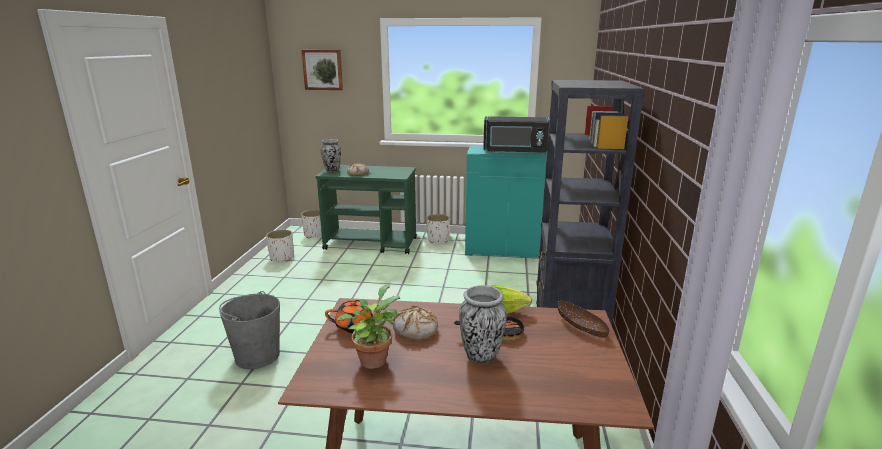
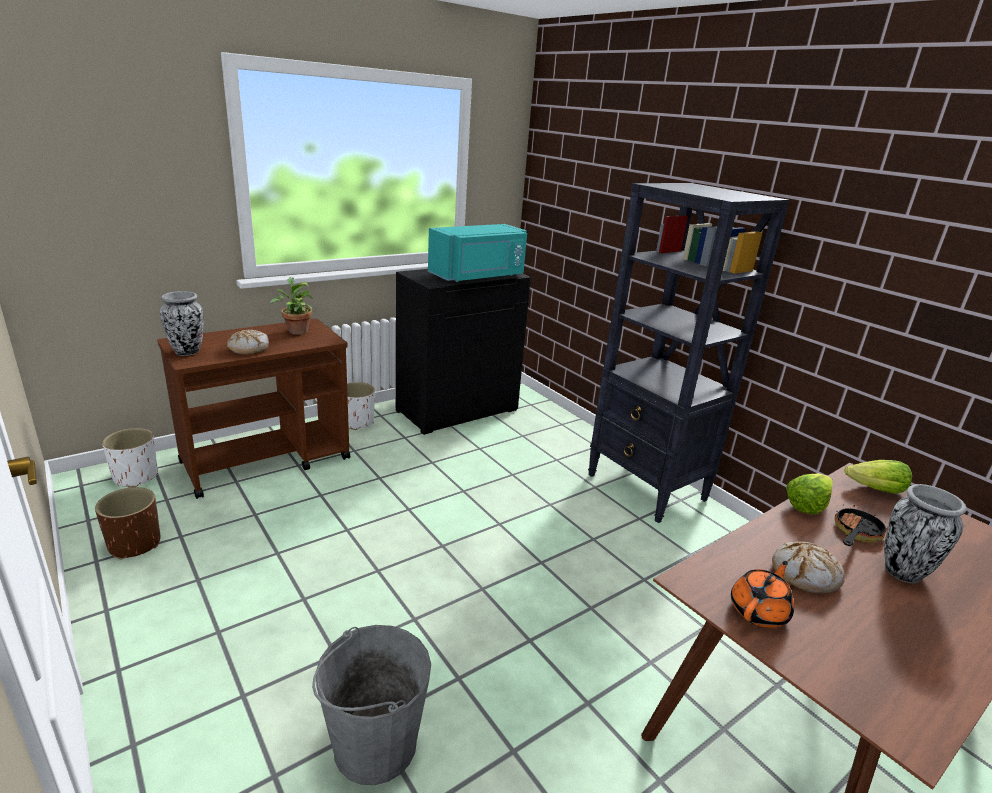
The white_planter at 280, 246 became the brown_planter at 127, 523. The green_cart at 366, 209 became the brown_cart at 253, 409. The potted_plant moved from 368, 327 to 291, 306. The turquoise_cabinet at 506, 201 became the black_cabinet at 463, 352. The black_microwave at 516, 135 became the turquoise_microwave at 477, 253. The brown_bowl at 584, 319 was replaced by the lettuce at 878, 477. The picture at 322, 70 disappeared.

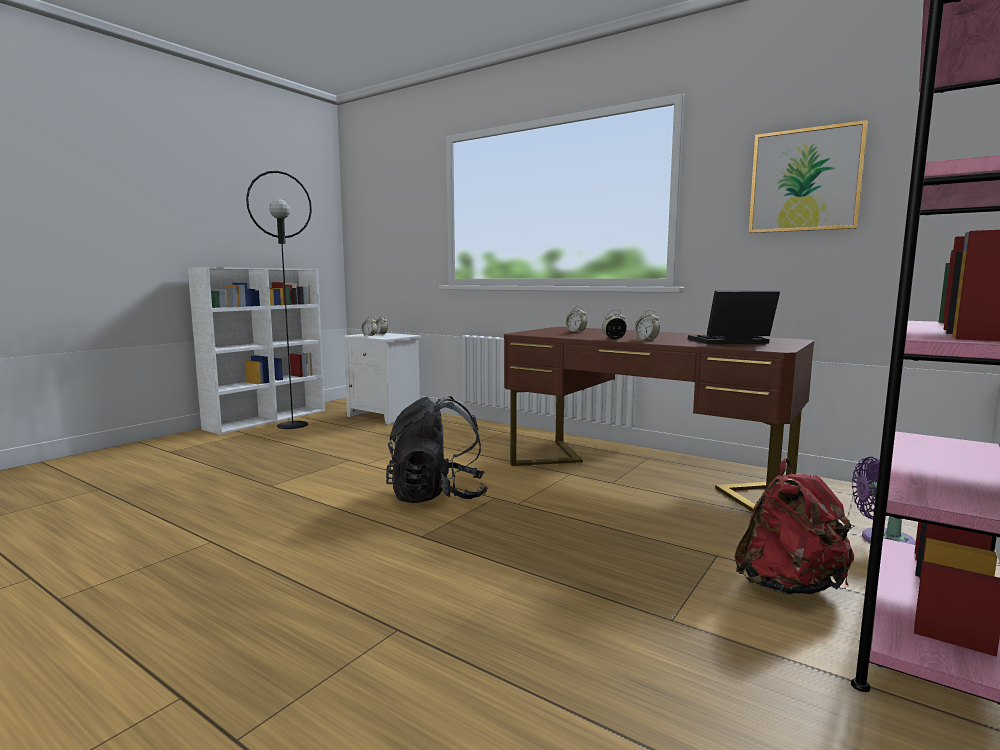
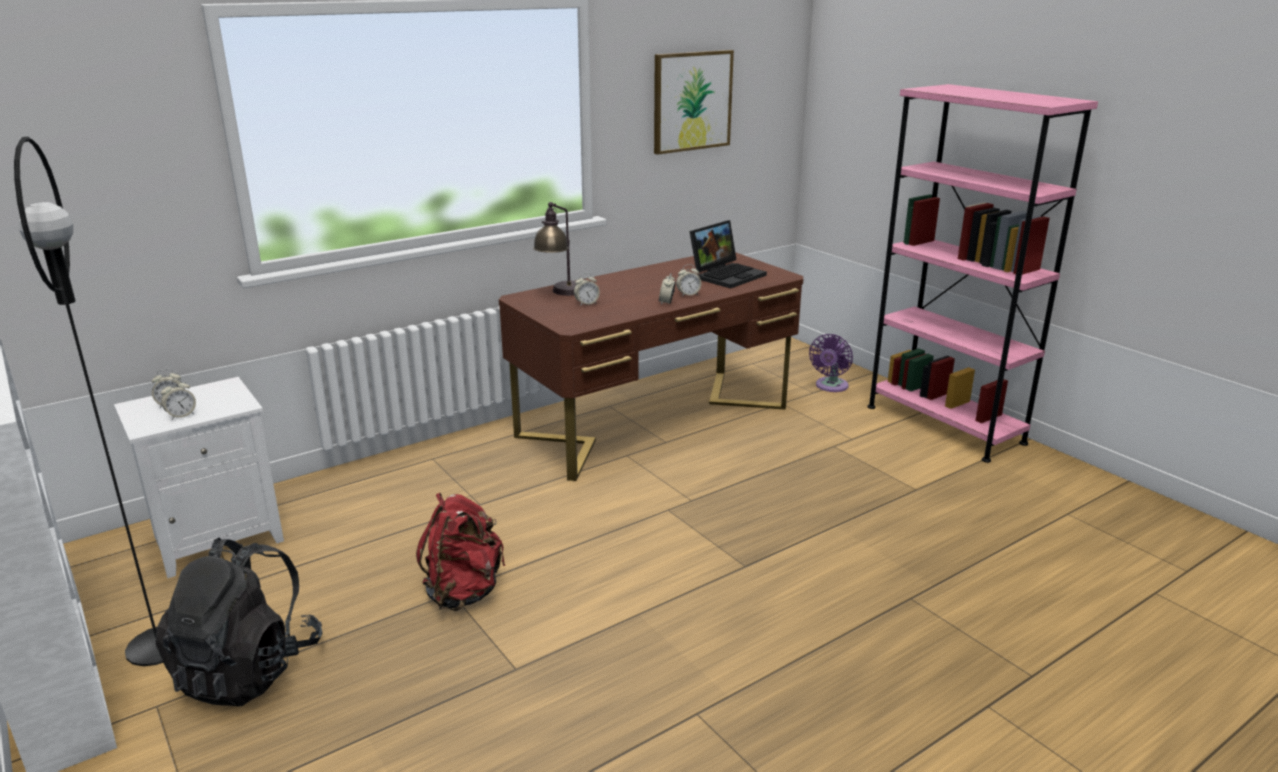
The black_backpack moved from 437, 449 to 238, 622. The red_backpack moved from 794, 526 to 460, 552. The table_lamp at 554, 249 appeared. The laptop at 734, 317 turned 150 degrees counterclockwise.

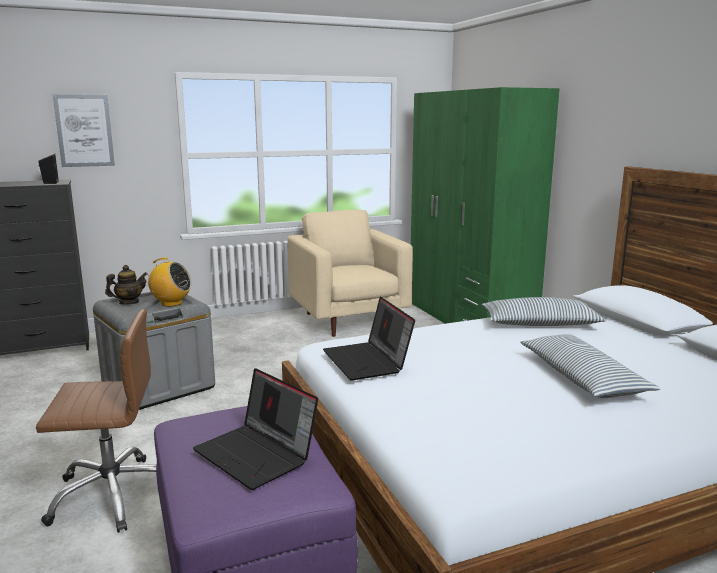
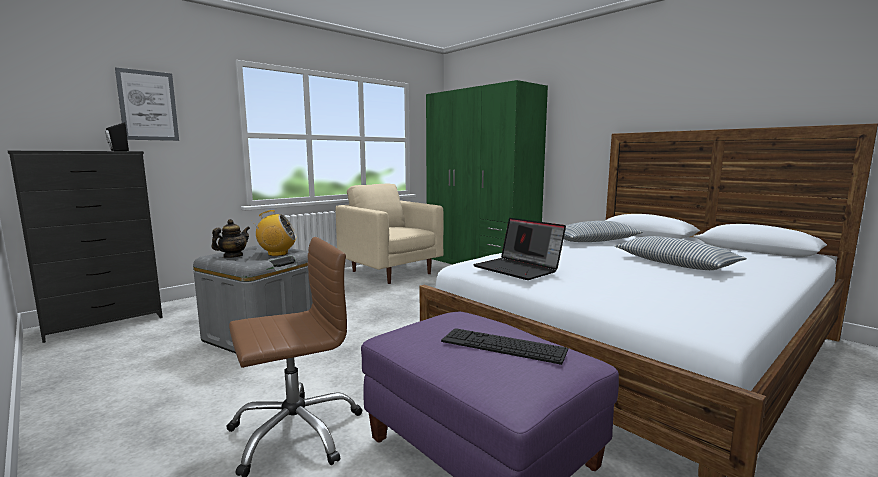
The laptop at 255, 429 was replaced by the keyboard at 504, 346.

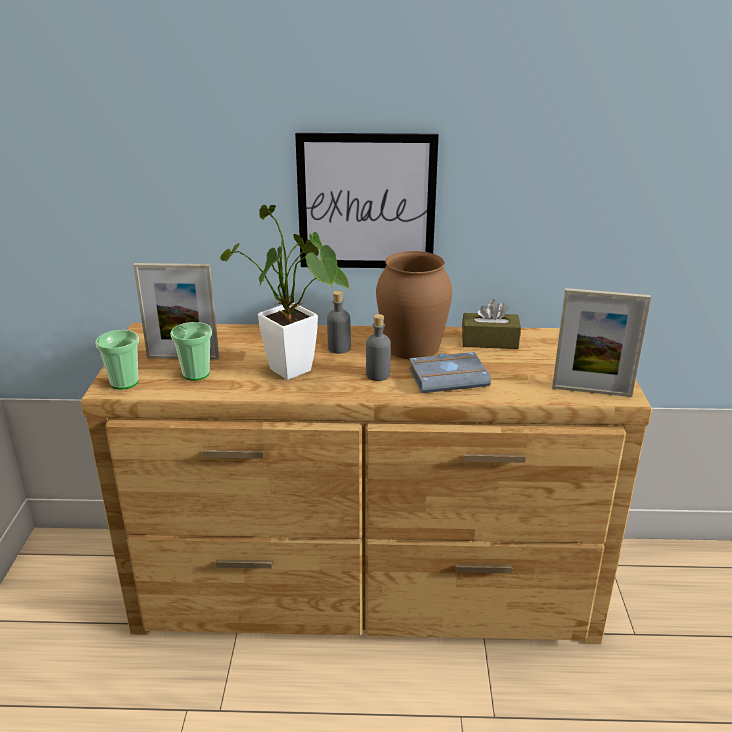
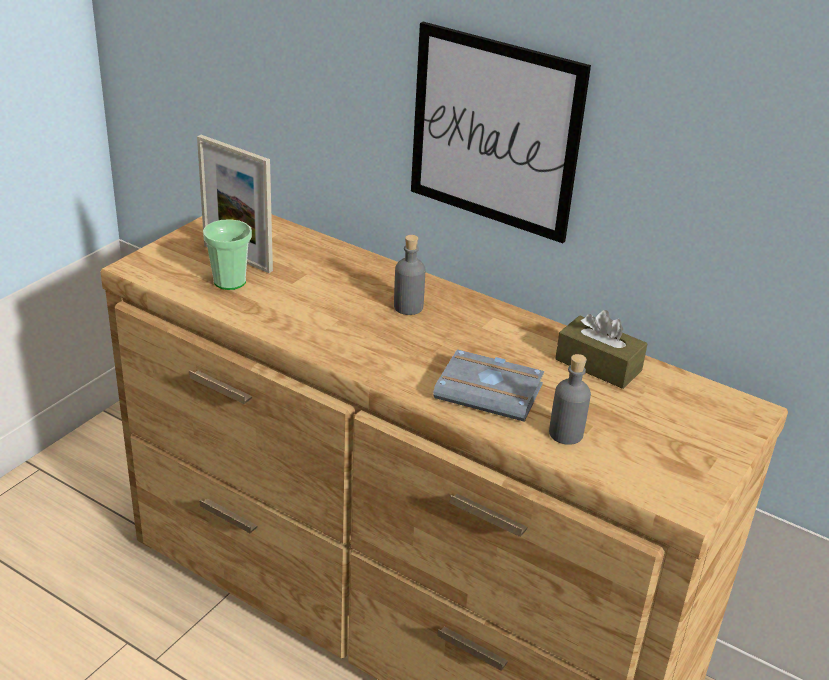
The grey_bottle moved from 378, 347 to 570, 399. The cup at 117, 359 disappeared. The potted_plant at 285, 292 disappeared. The brown_vase at 414, 305 disappeared. The picture_frame at 601, 342 disappeared.

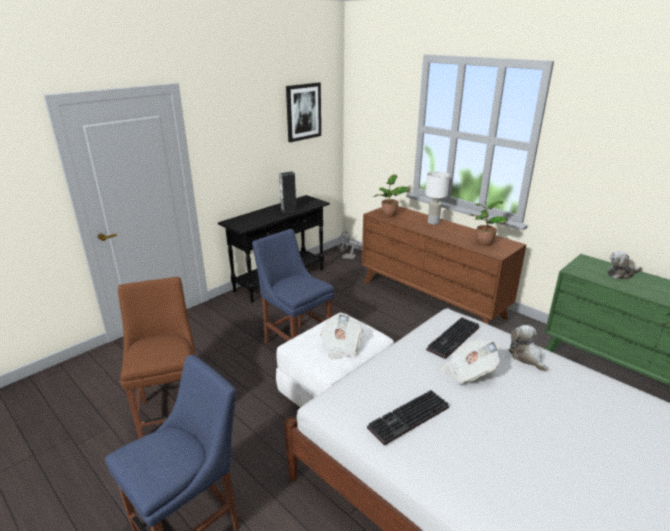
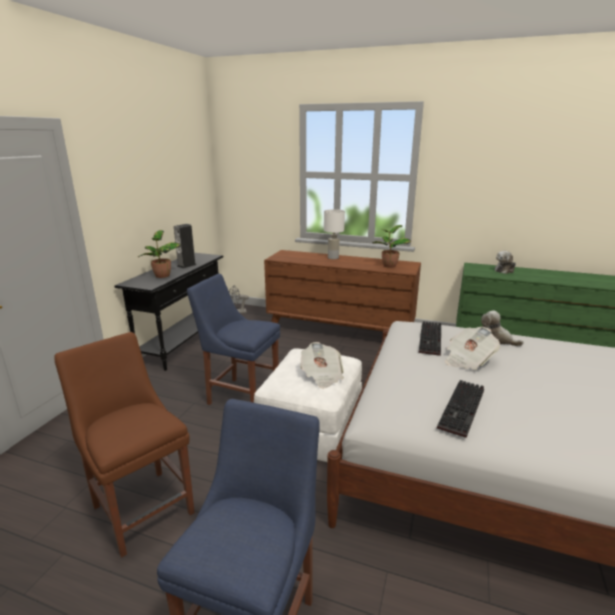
The potted_plant moved from 390, 195 to 159, 254. The picture at 303, 112 disappeared.

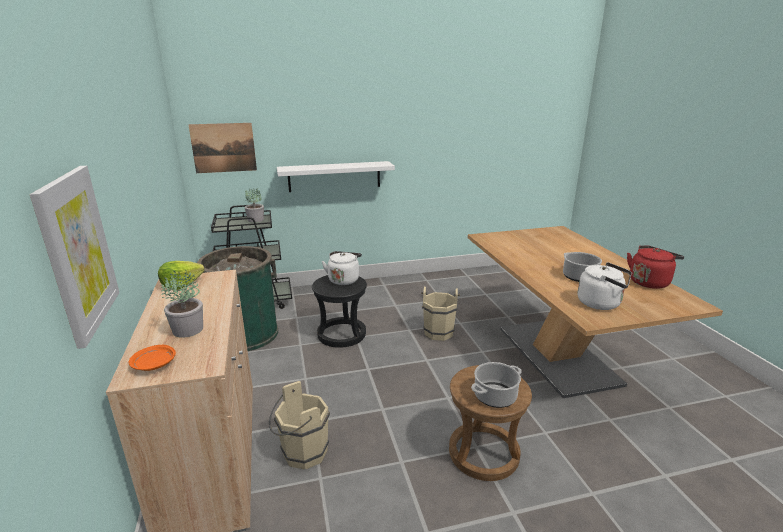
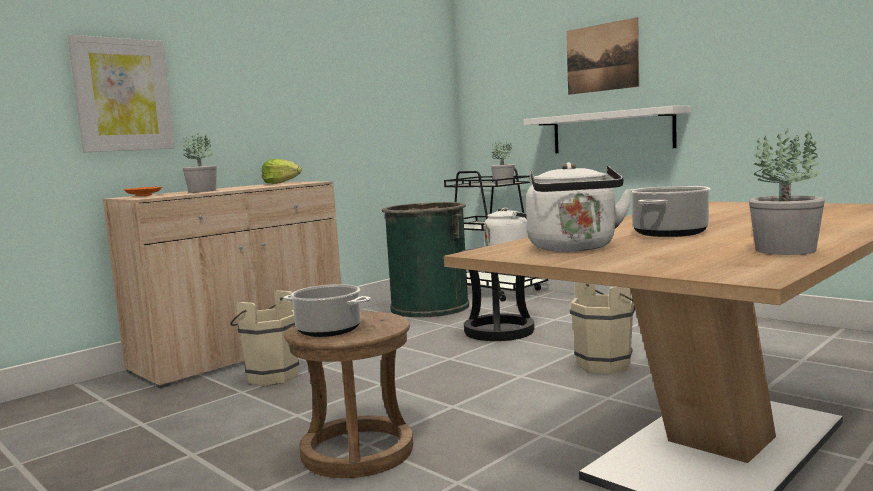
The picture moved from 222, 148 to 602, 56. The red_kettle at 655, 267 was replaced by the potted_plant at 787, 191.

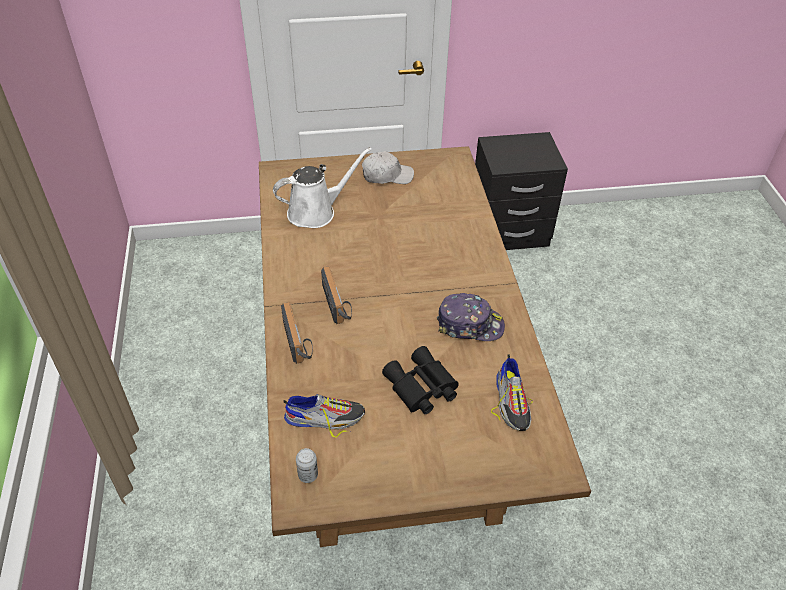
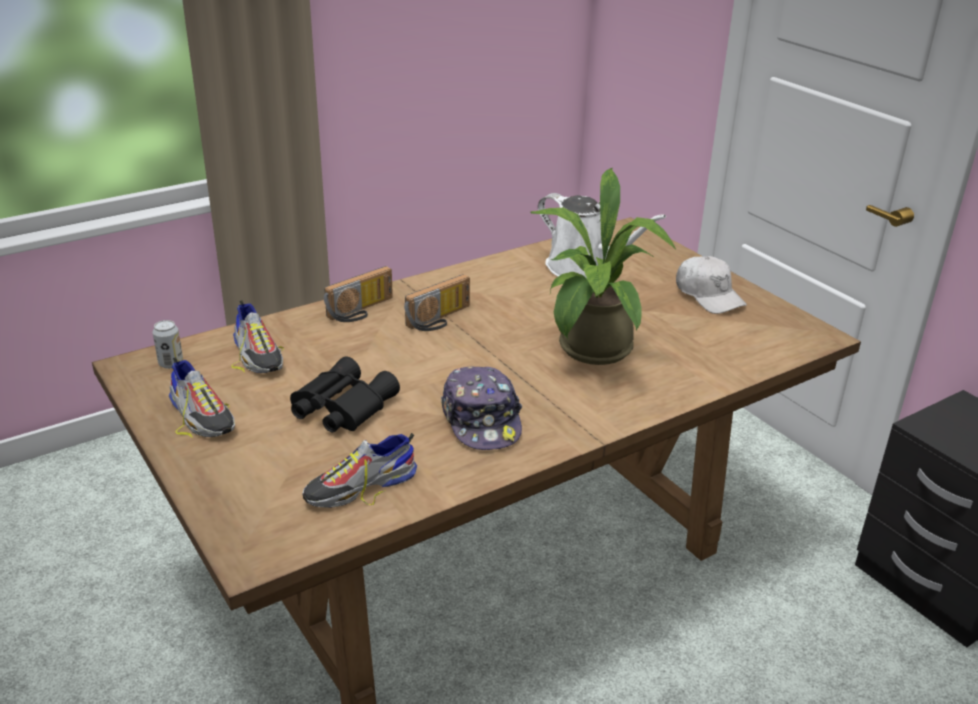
The shoe at 202, 397 appeared. The potted_plant at 603, 266 appeared.

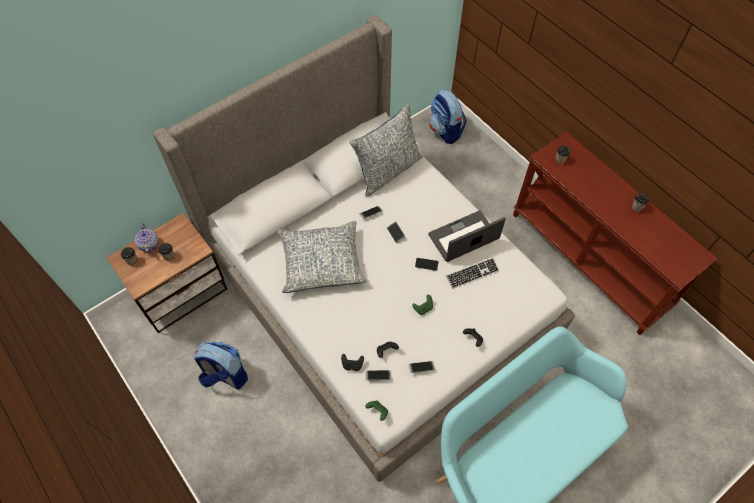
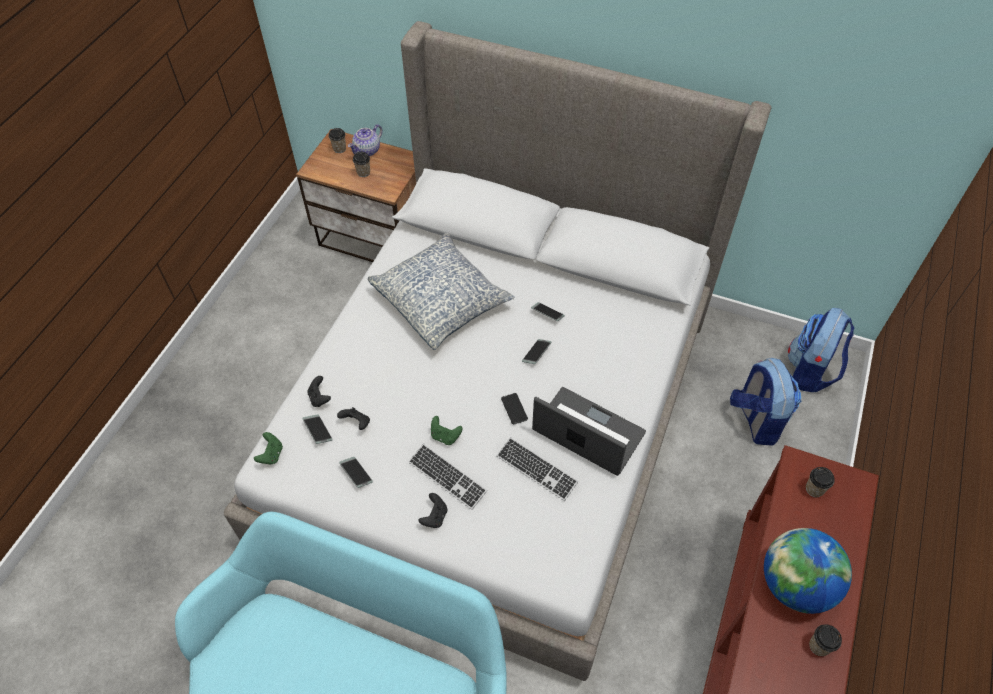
The keyboard at 447, 477 appeared. The backpack moved from 221, 365 to 765, 402. The globe at 808, 571 appeared. The pillow at 385, 149 disappeared.

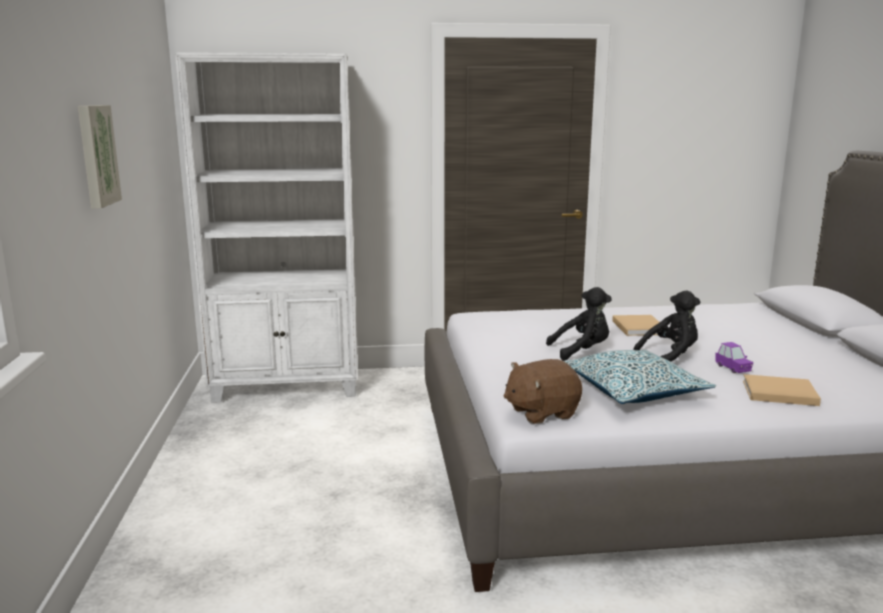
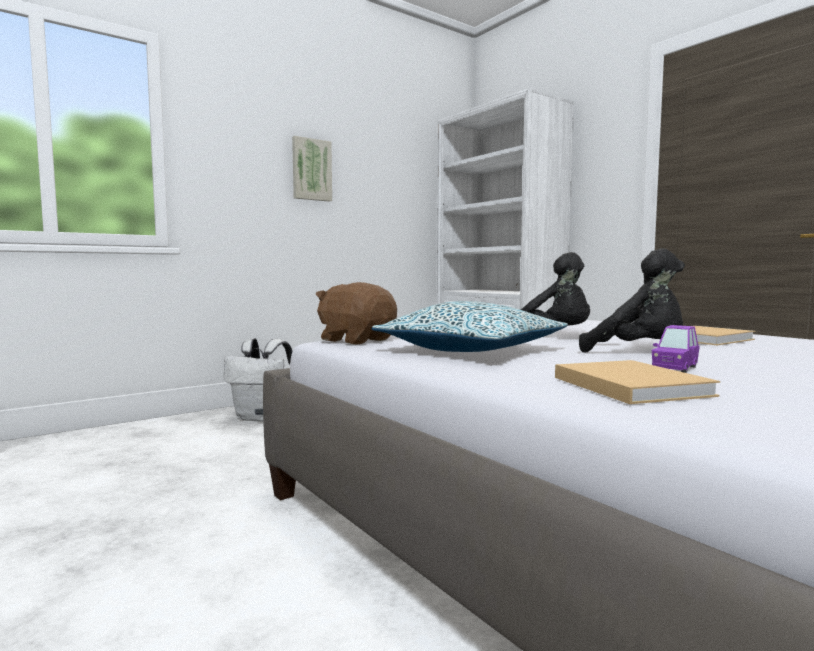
The white_backpack at 258, 380 appeared.

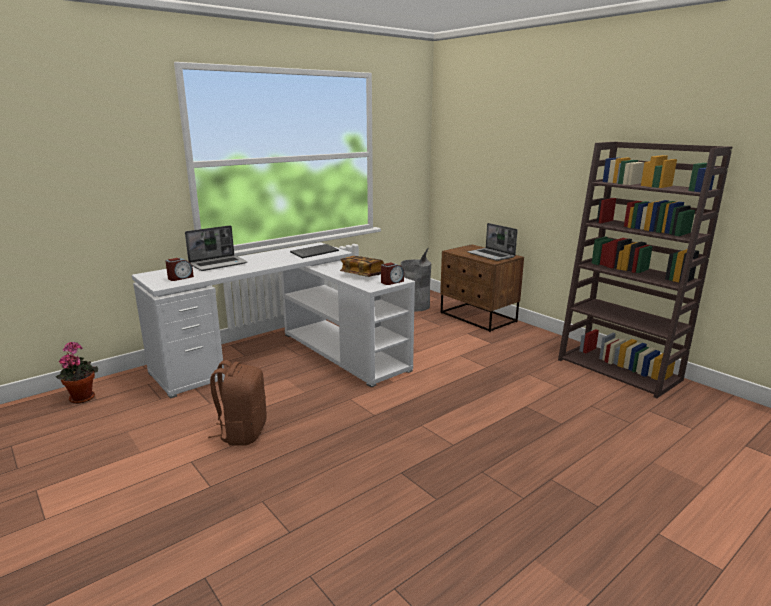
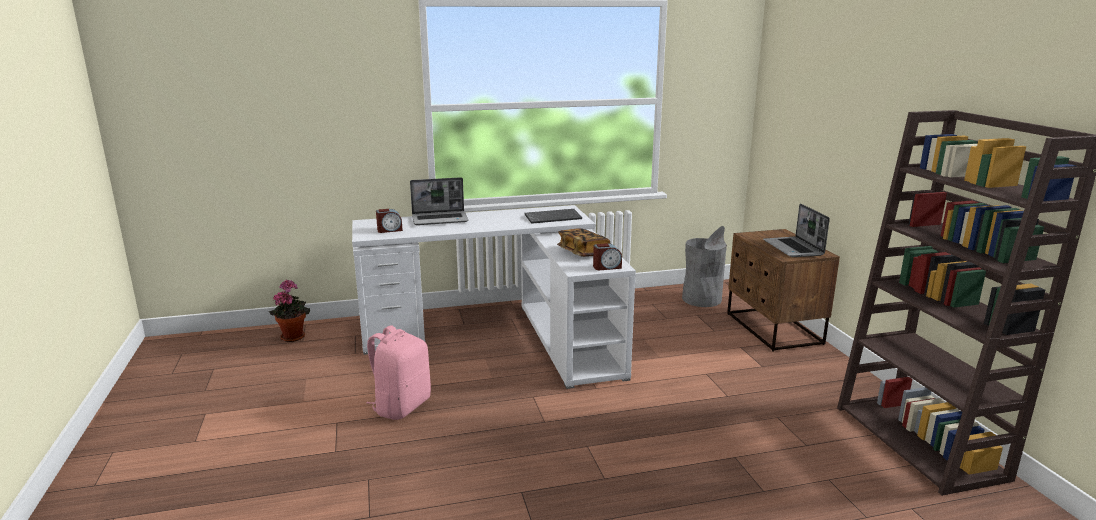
The brown_backpack at 237, 403 became the pink_backpack at 398, 372.

